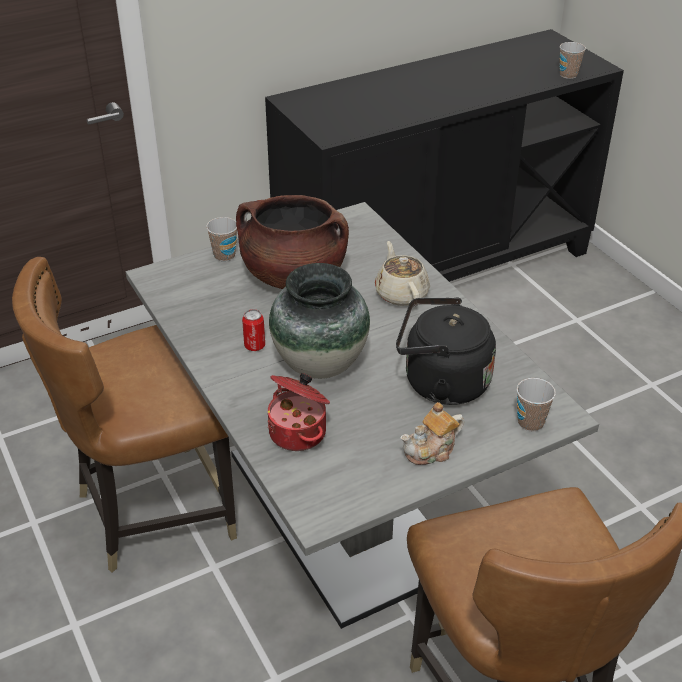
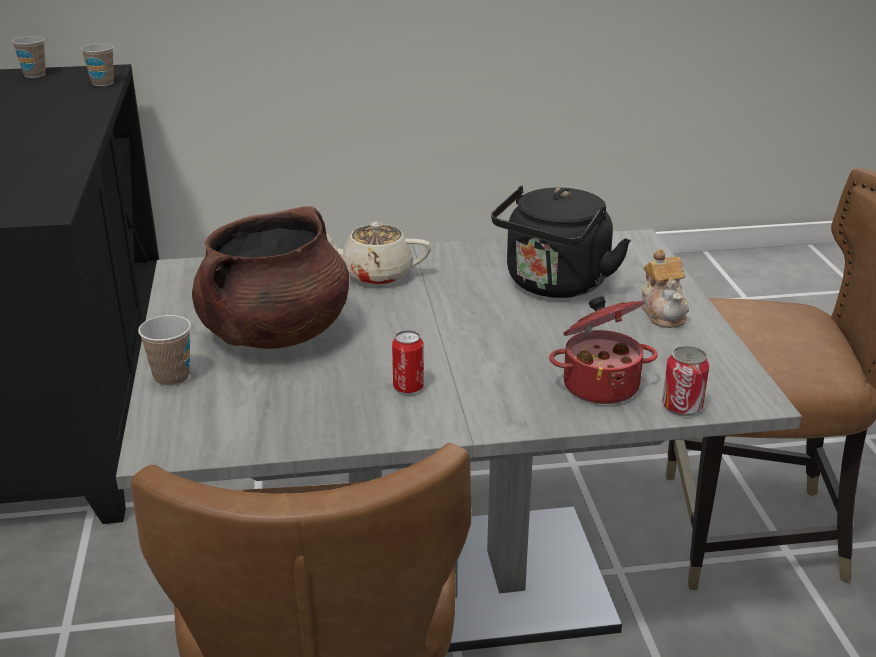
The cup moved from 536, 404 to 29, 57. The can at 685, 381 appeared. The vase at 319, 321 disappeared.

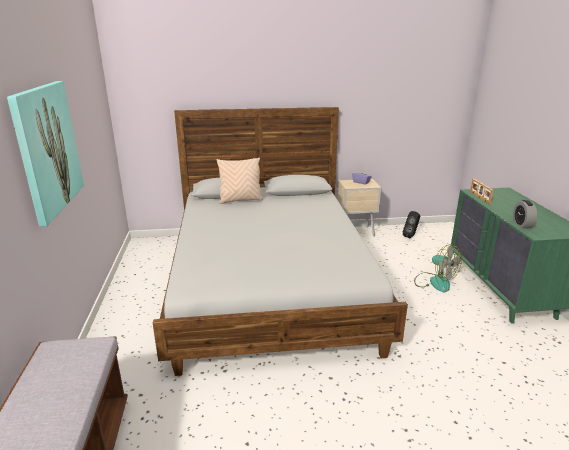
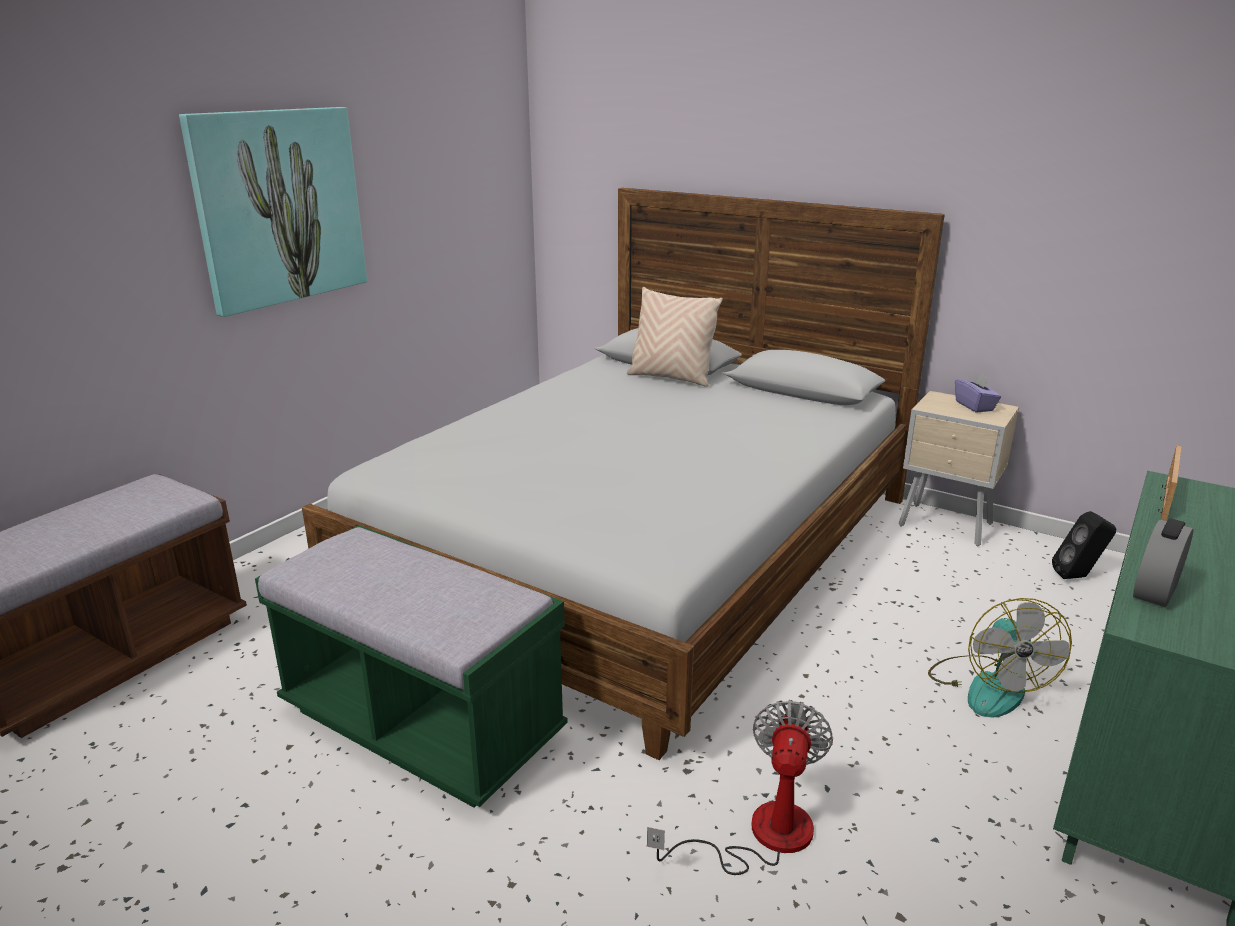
The green_bench at 411, 666 appeared. The fan at 740, 787 appeared.

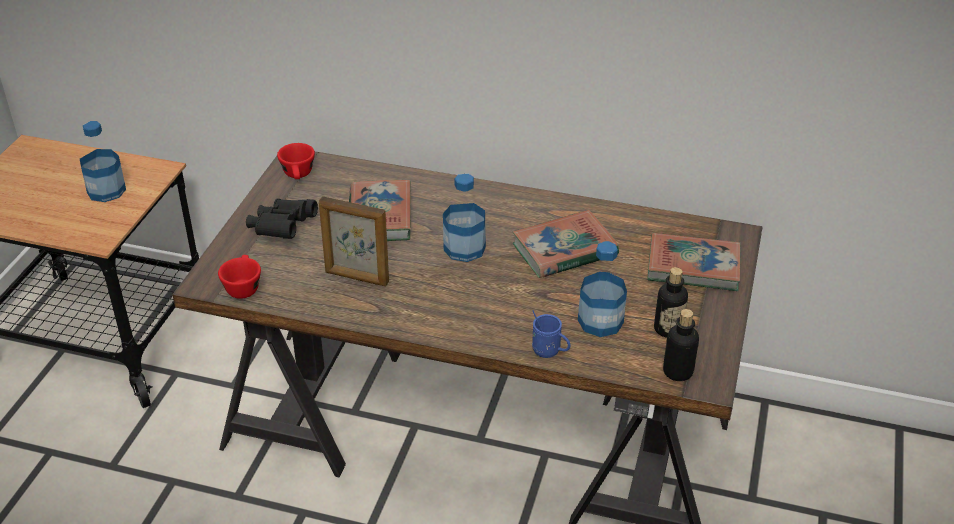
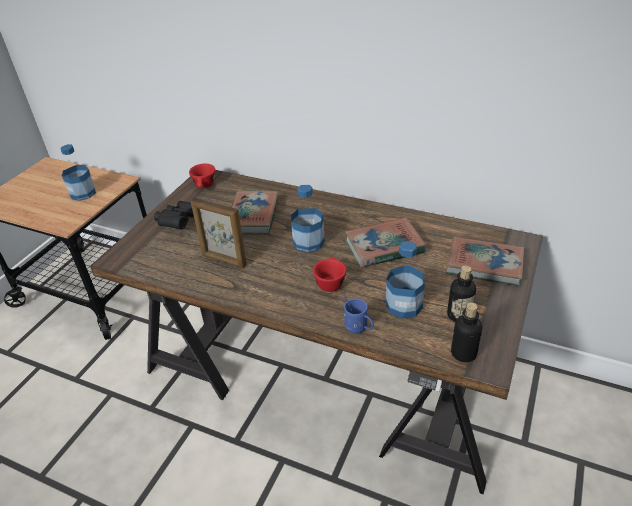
The red_cup moved from 239, 277 to 329, 274.

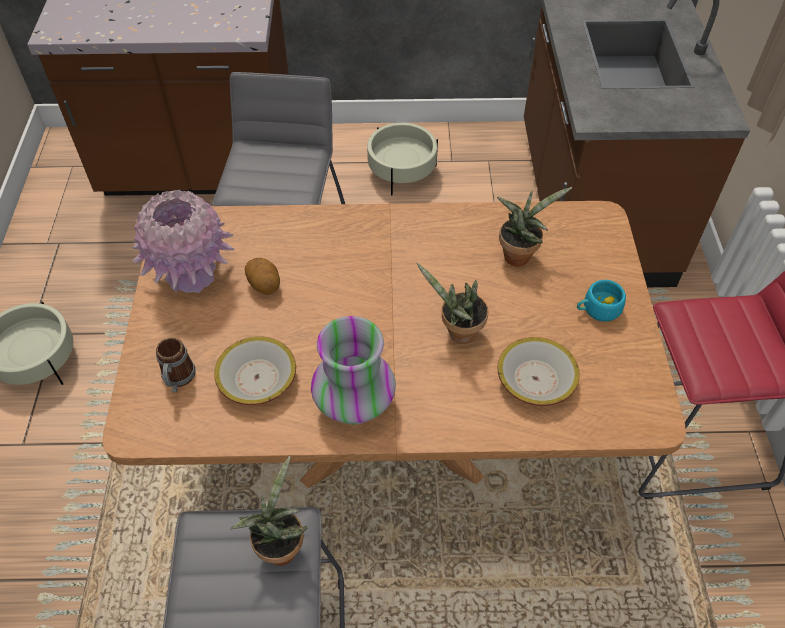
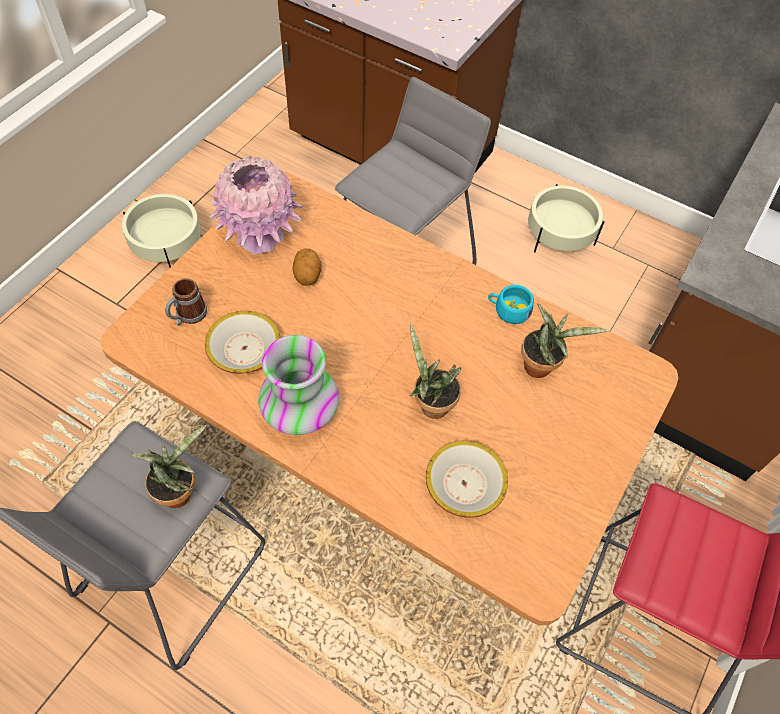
The turquoise_cup moved from 601, 301 to 511, 304.

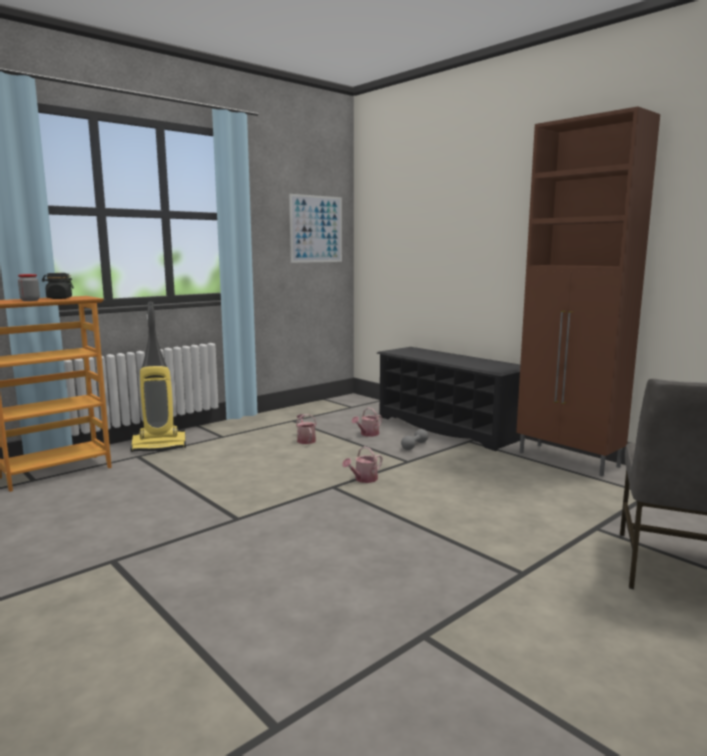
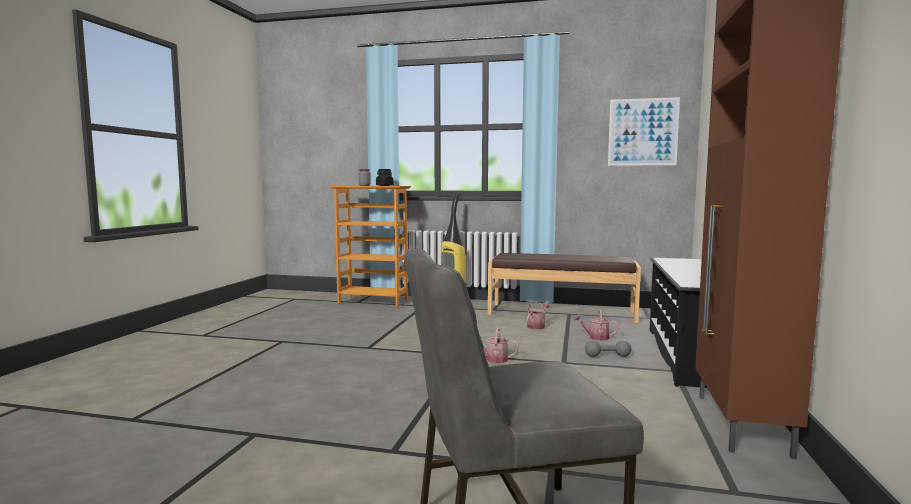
The brown_bench at 564, 288 appeared.

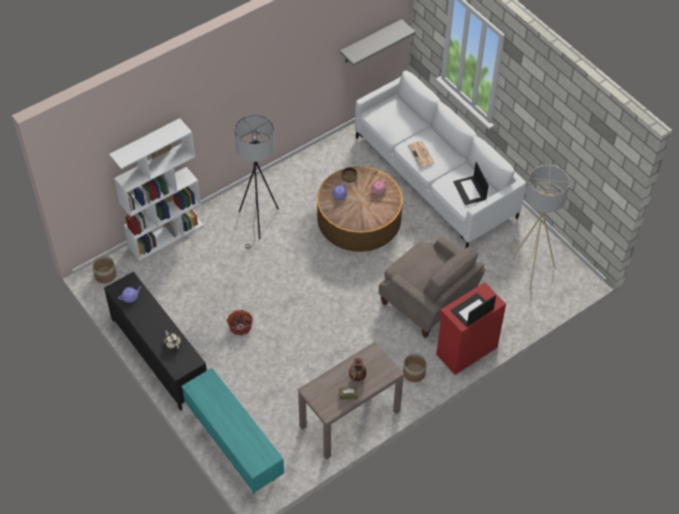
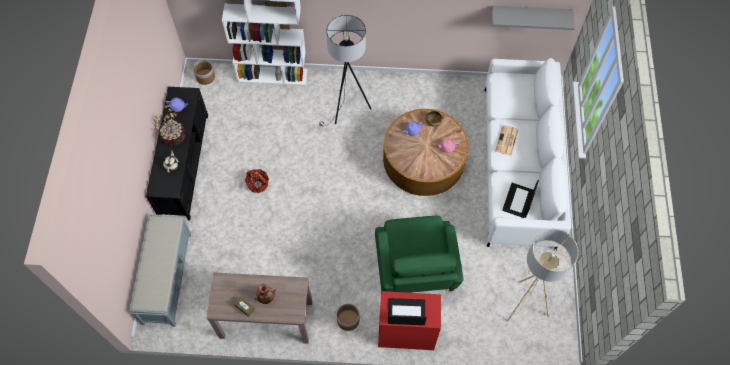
The turquoise_tv_stand at 232, 431 was replaced by the grey_bench at 160, 270. The potted_plant at 170, 125 appeared. The beige_armchair at 432, 287 became the green_armchair at 419, 254.

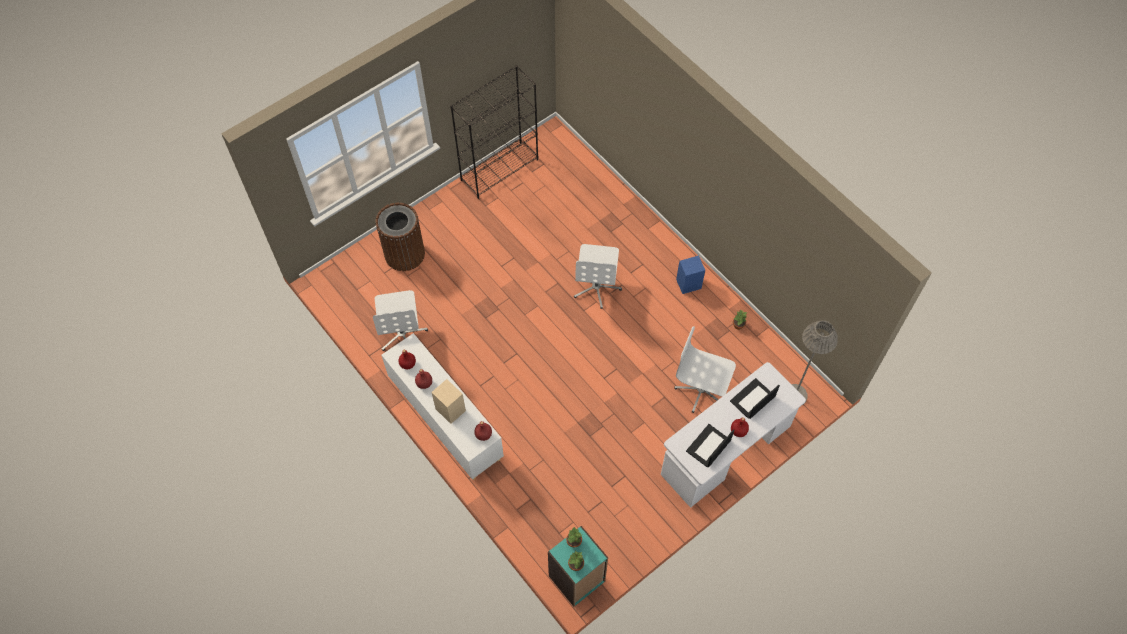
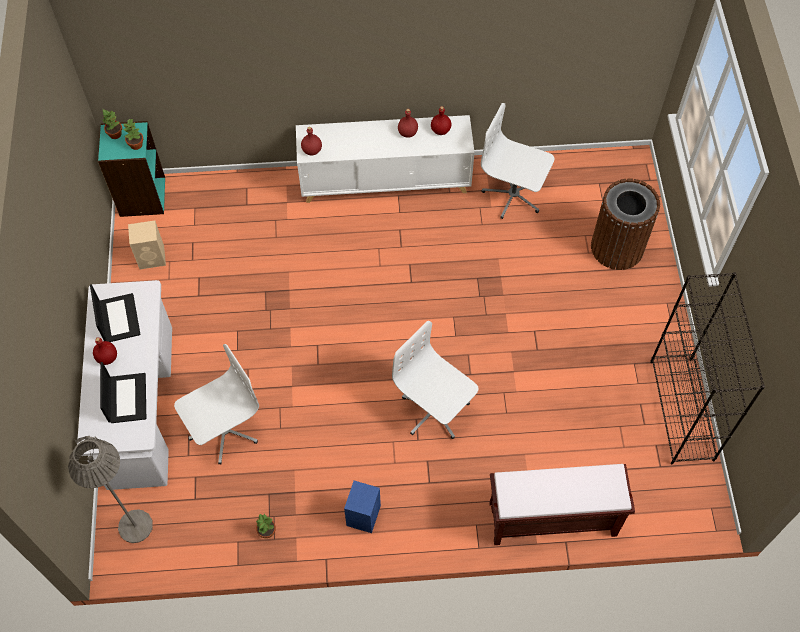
The beige_speaker moved from 448, 401 to 147, 244. The brown_bench at 562, 504 appeared.

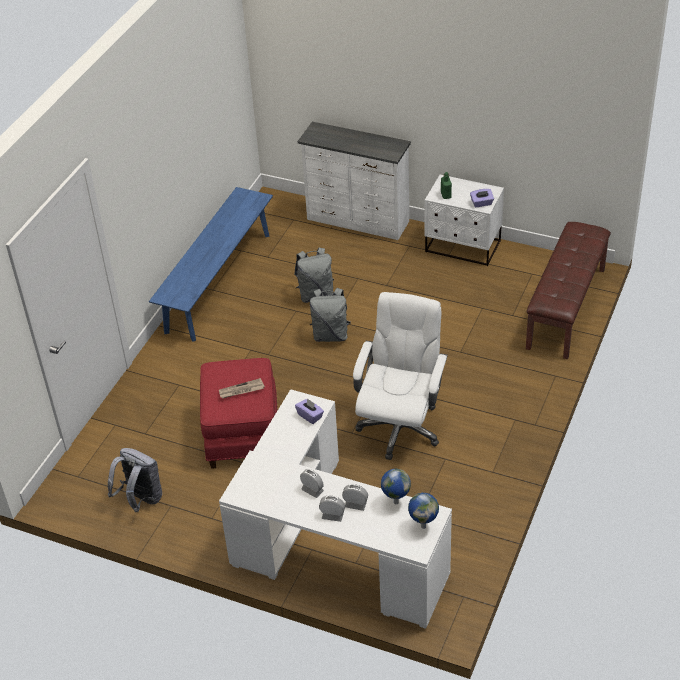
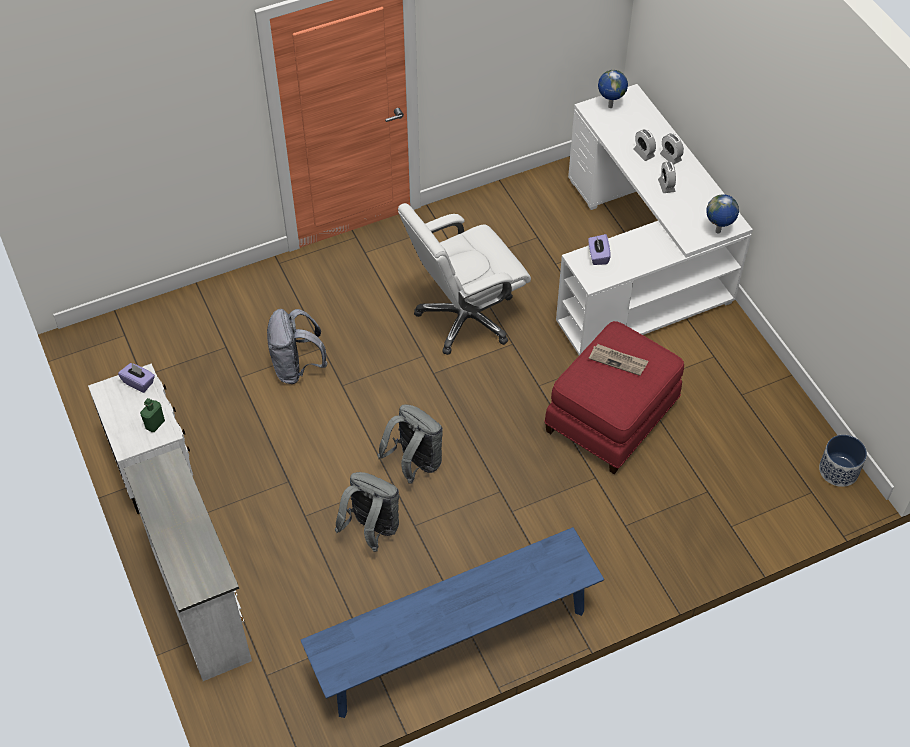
The grey_backpack moved from 135, 480 to 297, 346. The globe moved from 396, 486 to 722, 213. The planter at 843, 461 appeared. The brown_bench at 568, 290 disappeared.

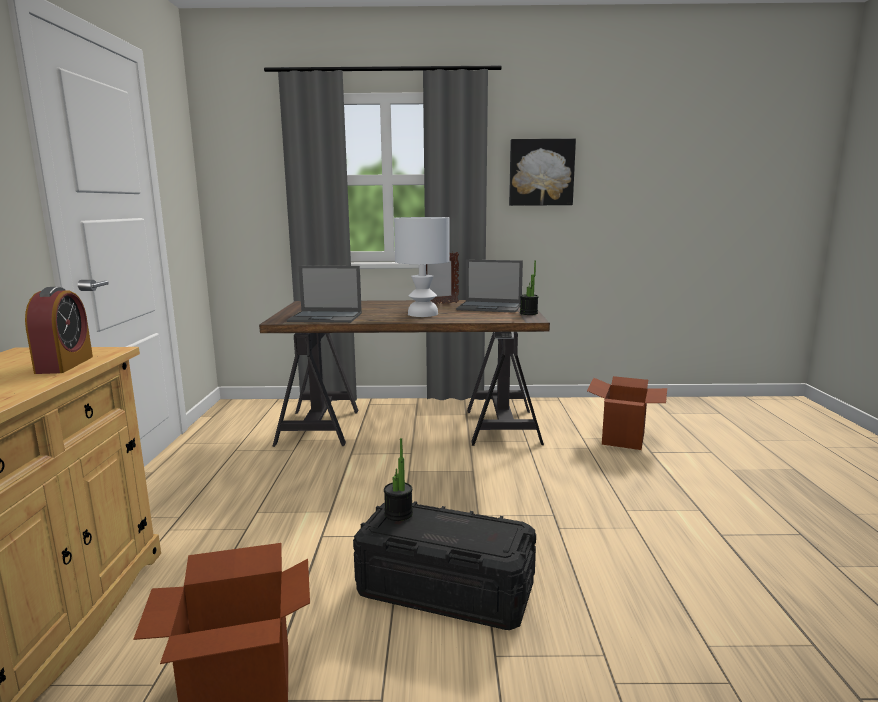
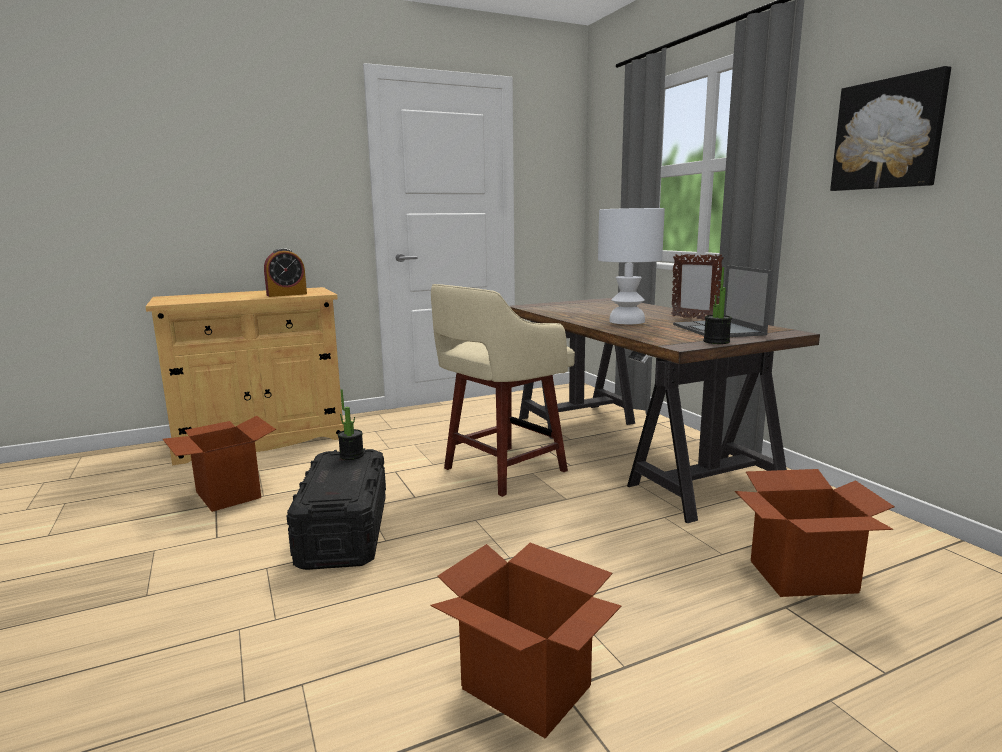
The cardboard_box at 526, 640 appeared. The beige_stool at 503, 390 appeared. The laptop at 324, 294 disappeared.

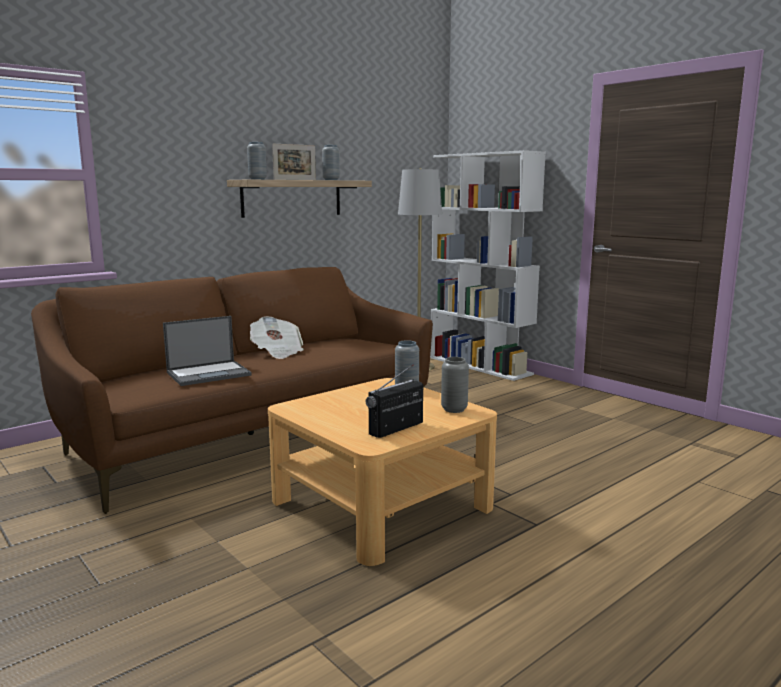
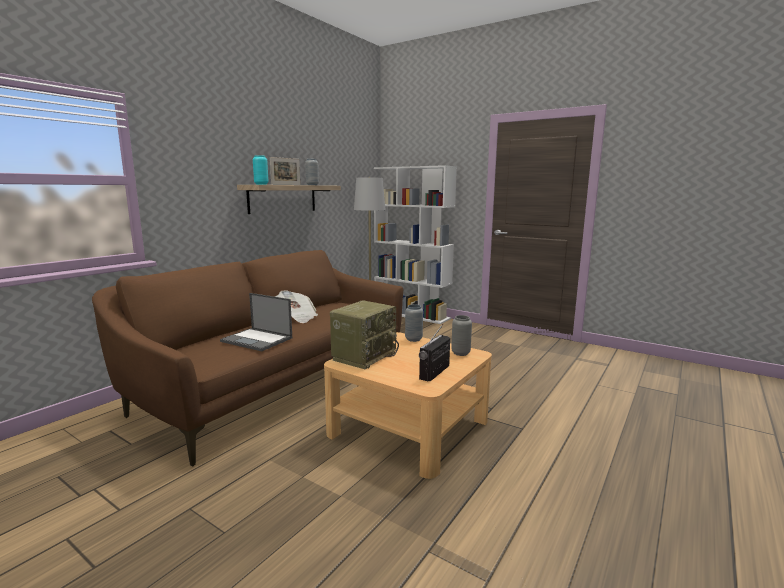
The laptop at 207, 351 turned 75 degrees clockwise. The grey_vase at 257, 161 became the turquoise_vase at 261, 170. The radio at 364, 334 appeared.

